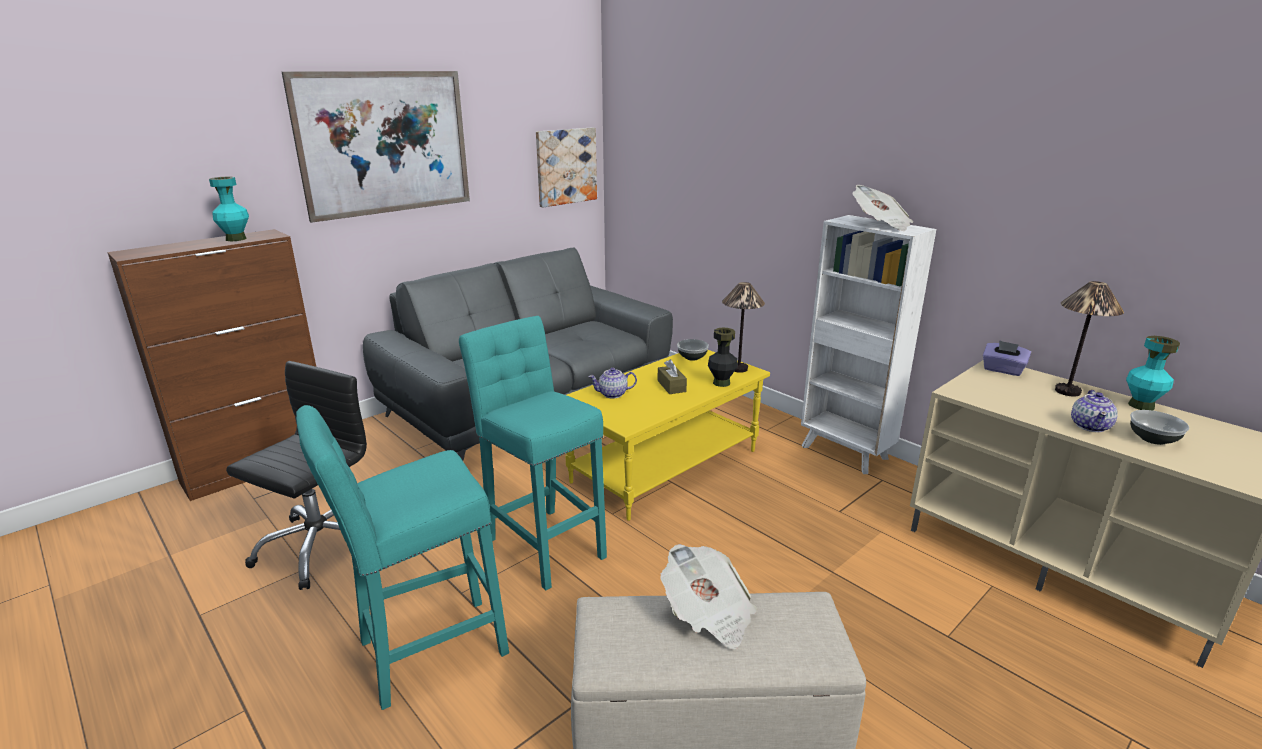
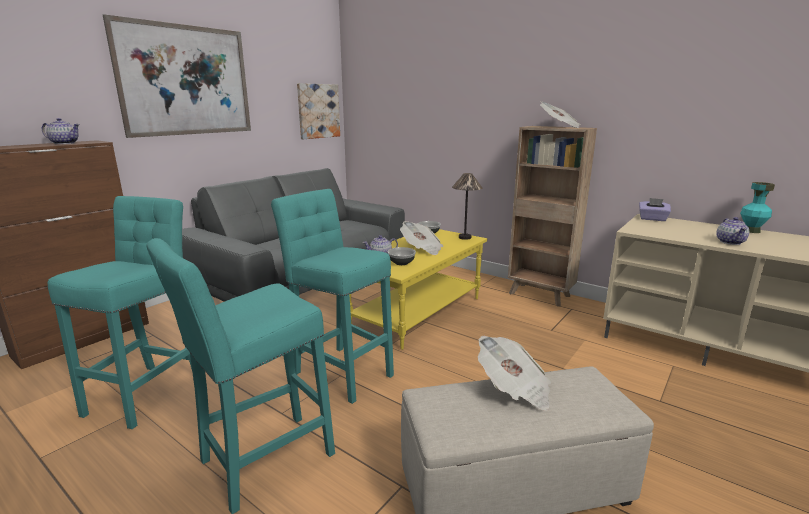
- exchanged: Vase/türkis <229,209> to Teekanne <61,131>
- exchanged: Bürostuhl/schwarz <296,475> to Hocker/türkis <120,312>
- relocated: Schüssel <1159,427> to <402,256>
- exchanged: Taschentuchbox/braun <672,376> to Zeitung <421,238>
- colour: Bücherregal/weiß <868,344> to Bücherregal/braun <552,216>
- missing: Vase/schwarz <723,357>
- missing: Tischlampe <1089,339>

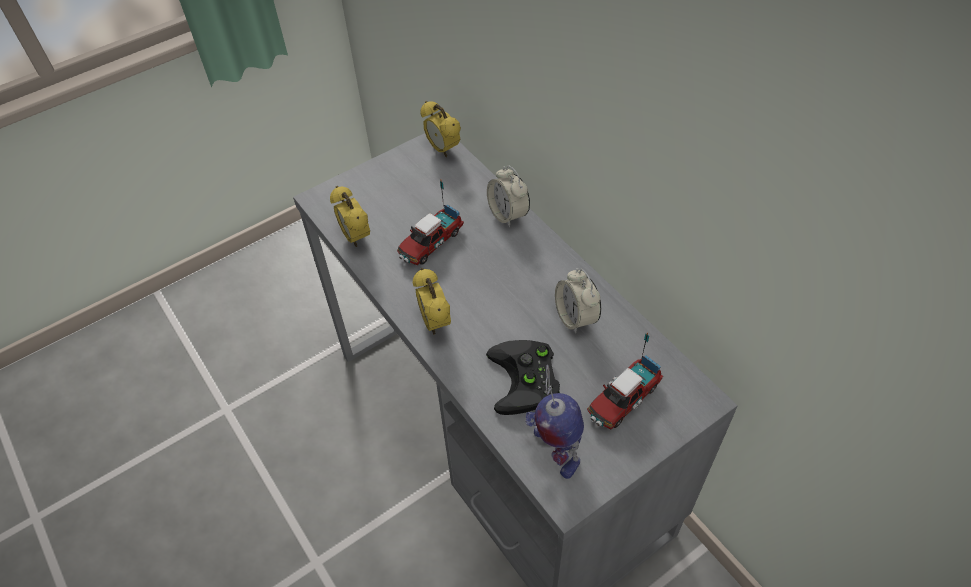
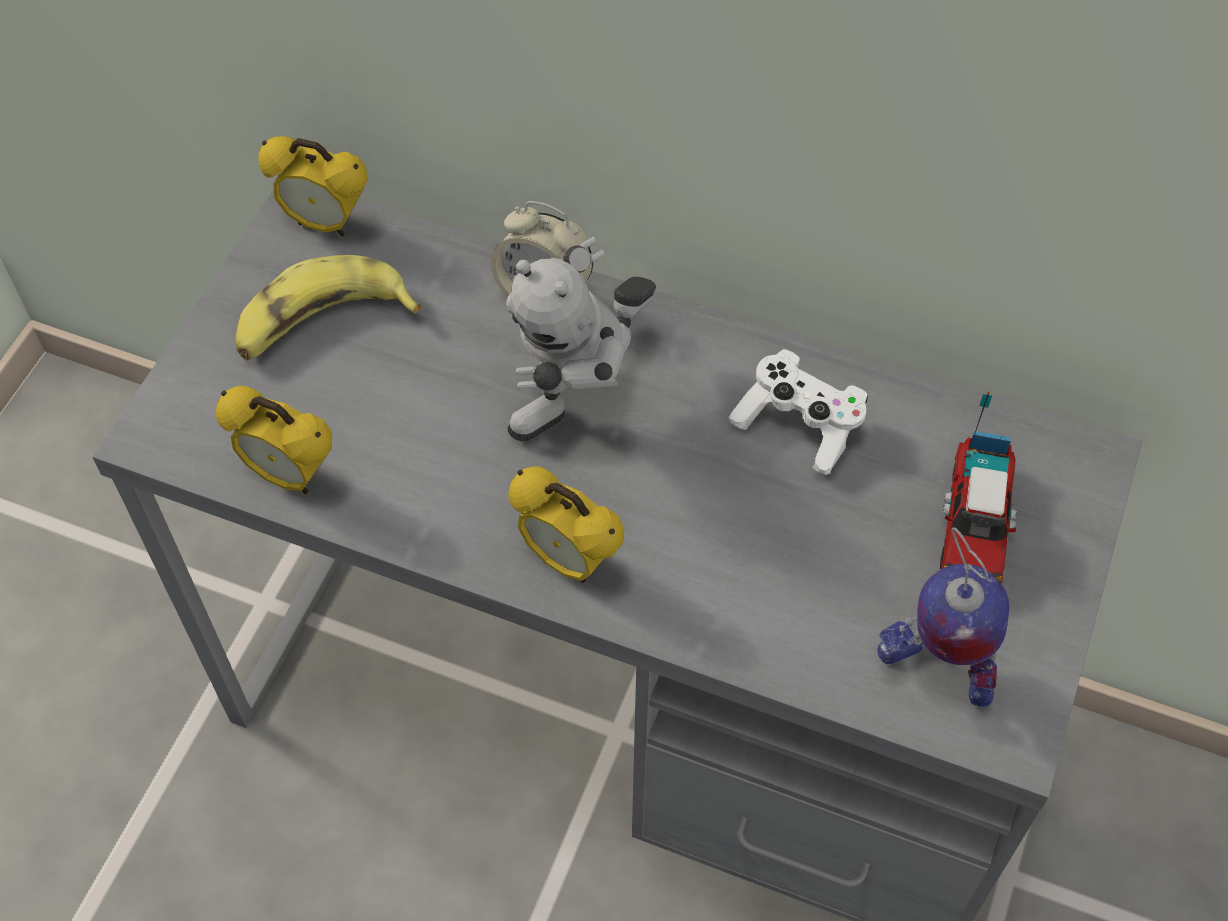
- appeared: Banane <328,308>
- appeared: Spielzeugroboter <581,339>
- exchanged: Wecker <578,301> to Gamepad/weiß <798,412>
- missing: Spielzeuglaster <430,222>
- missing: Gamepad/schwarz <523,377>

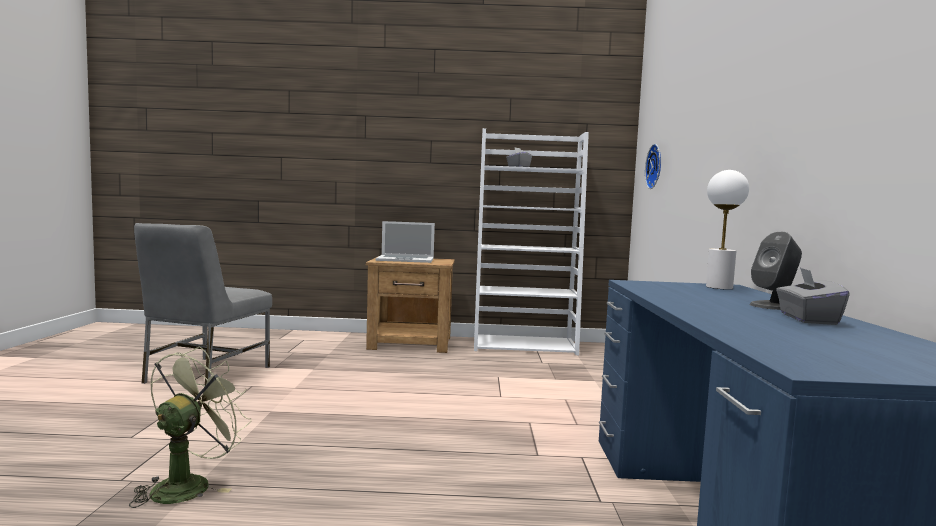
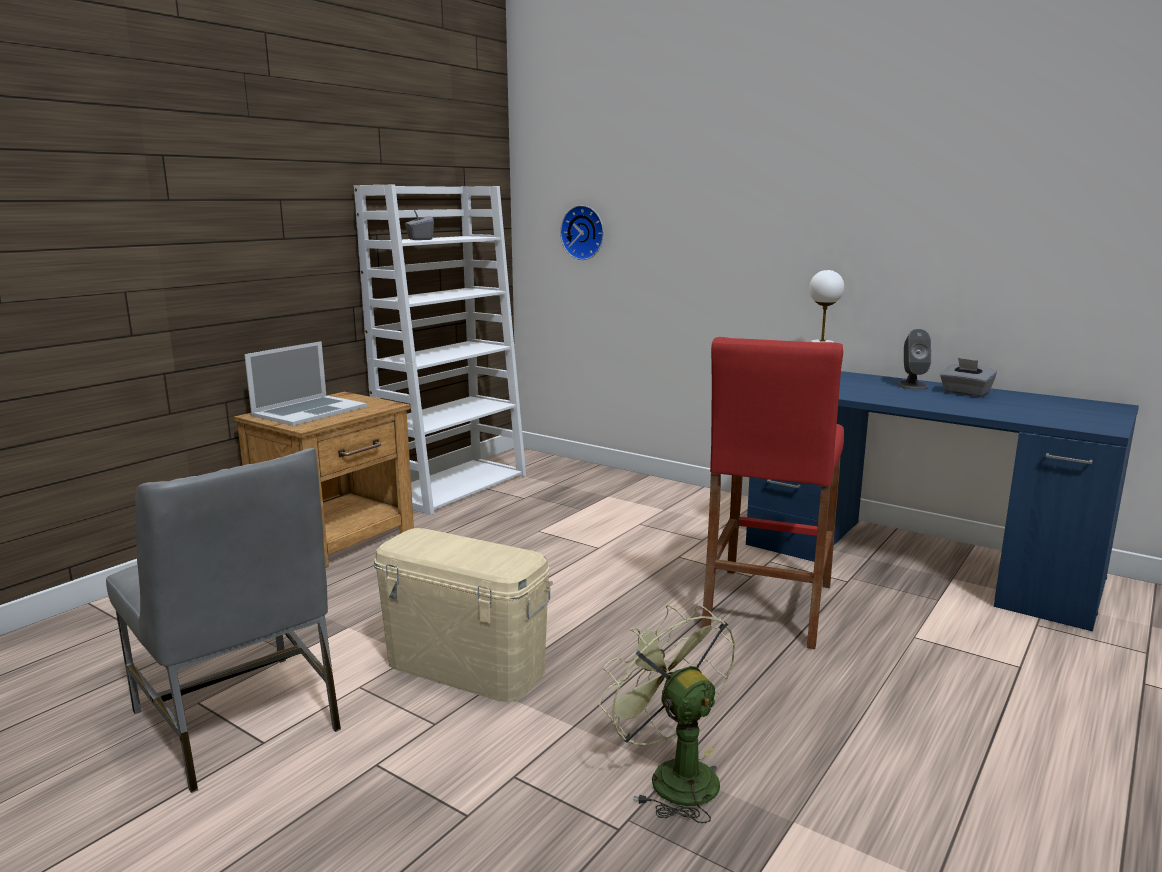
- appeared: Aufbewahrungsbox/beige <463,615>
- appeared: Hocker/rot <772,493>

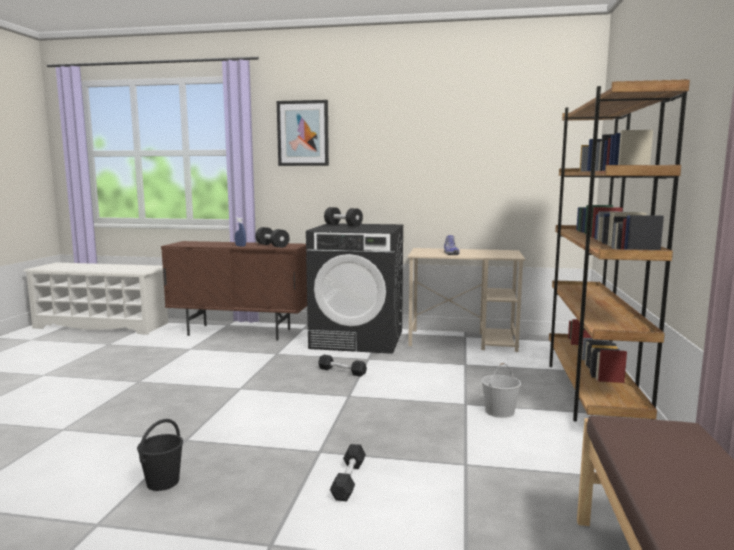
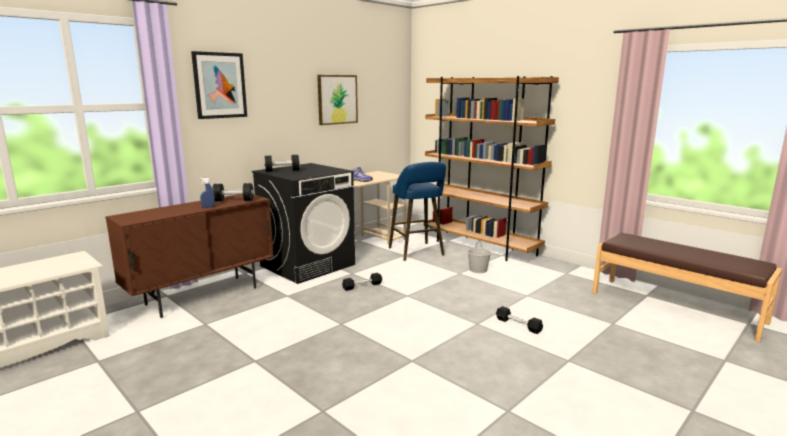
- appeared: Bild <337,100>
- appeared: Hocker/blau <417,211>
- missing: Eimer/schwarz <160,455>

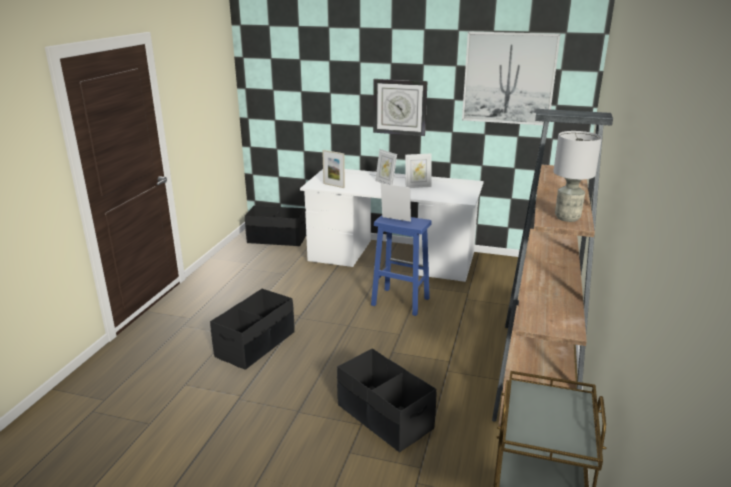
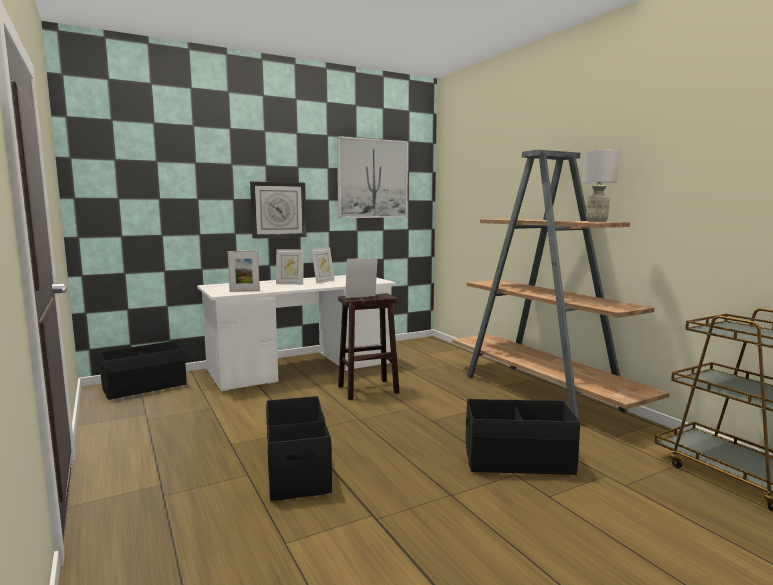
- colour: Hocker/blau <401,265> to Hocker/braun <369,346>

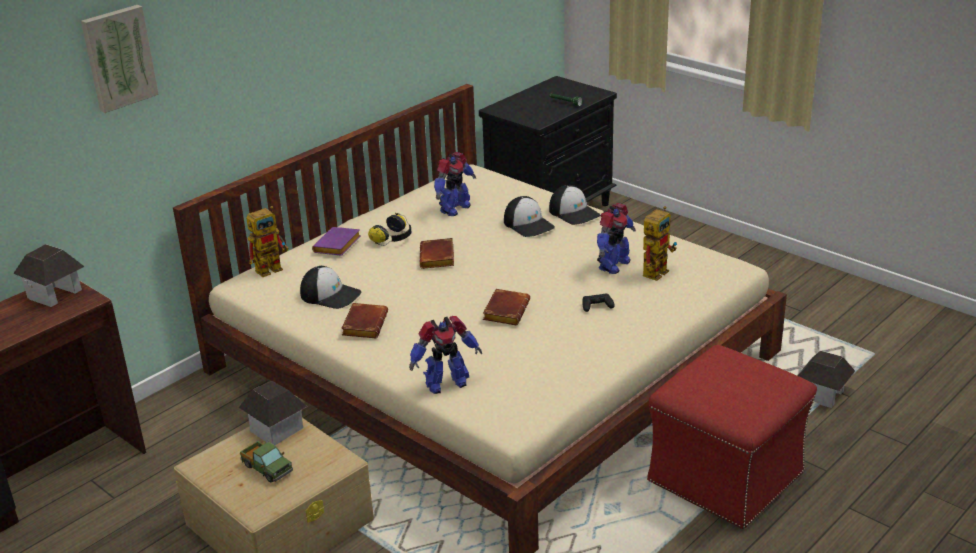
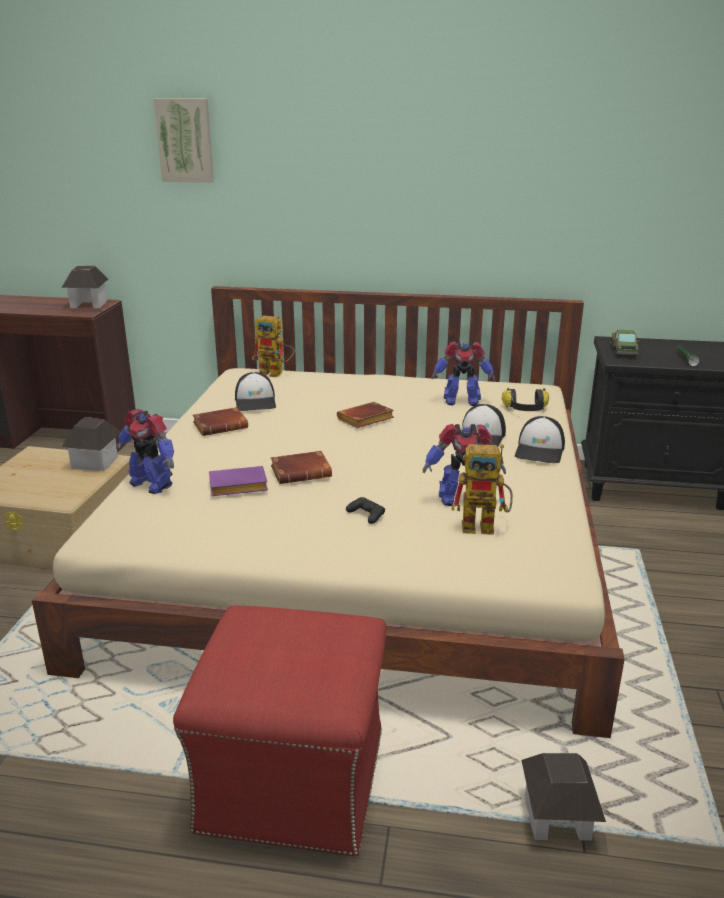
- relocated: Buch/lila <336,241> to <238,481>
- relocated: Kopfhörer <389,229> to <525,399>
- relocated: Spielzeuglaster <266,461> to <625,343>

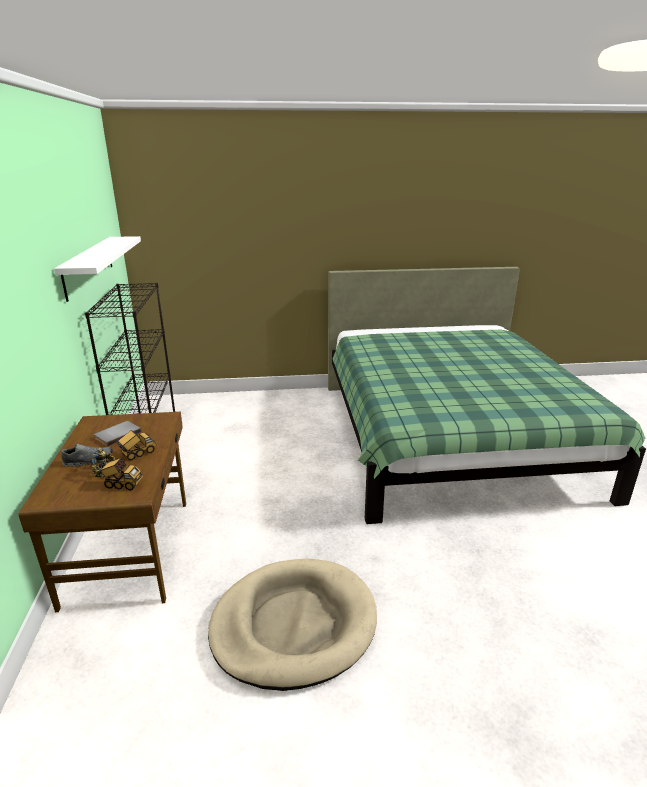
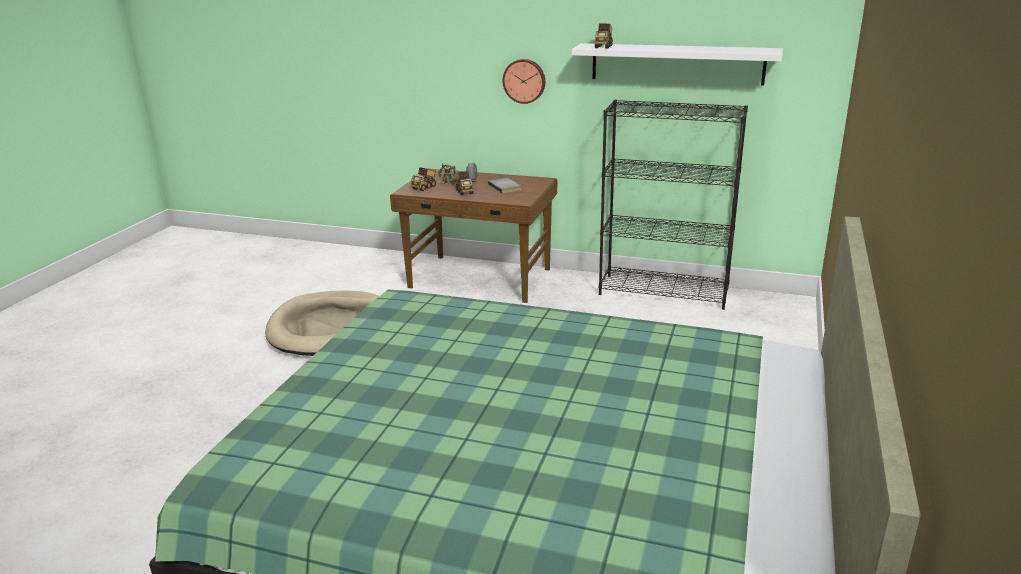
- appeared: Wanduhr <524,81>
- appeared: Spielzeuglaster <604,36>

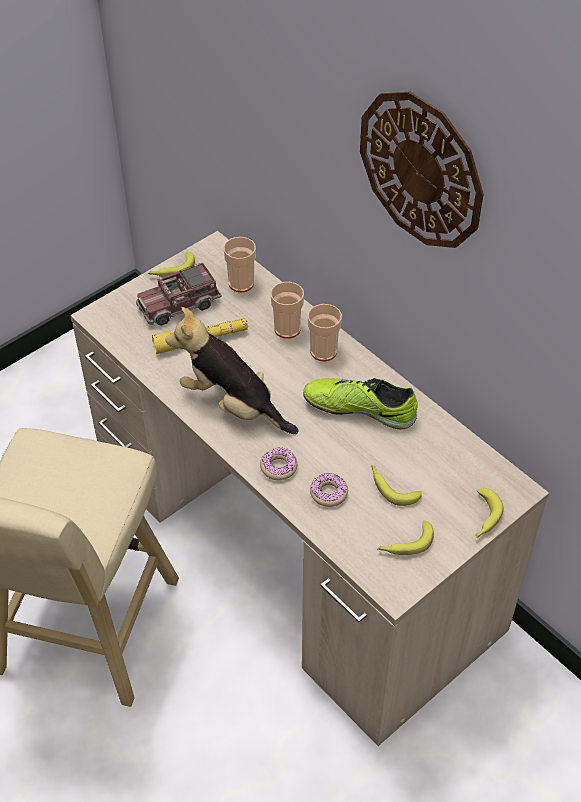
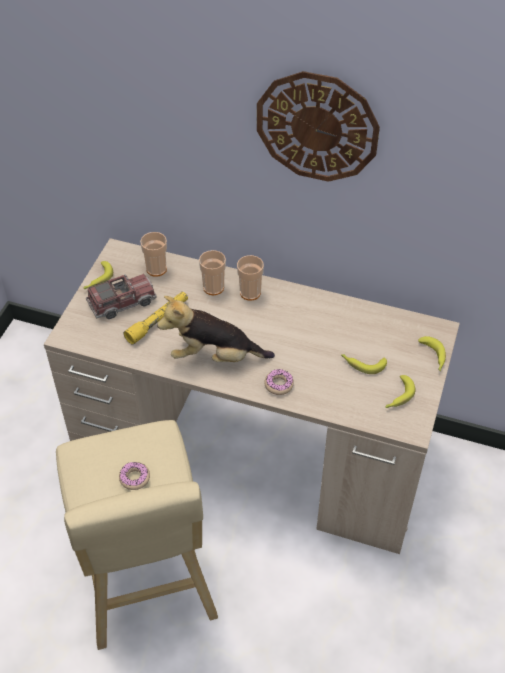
- spun: Spielzeuglaster <178,294> = <121,296> 150 degrees counterclockwise
- relocated: Donut <329,490> to <134,476>
- missing: Schuh <360,404>

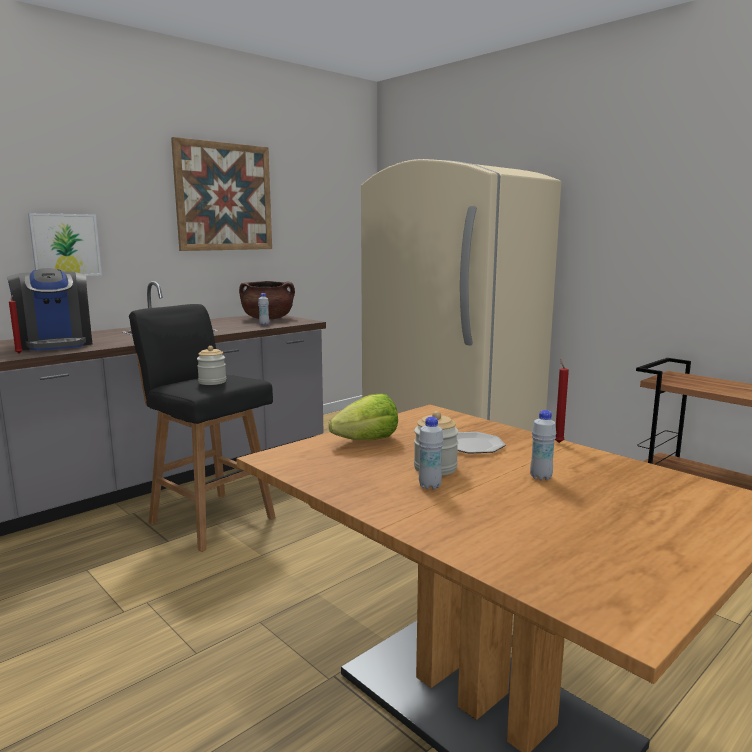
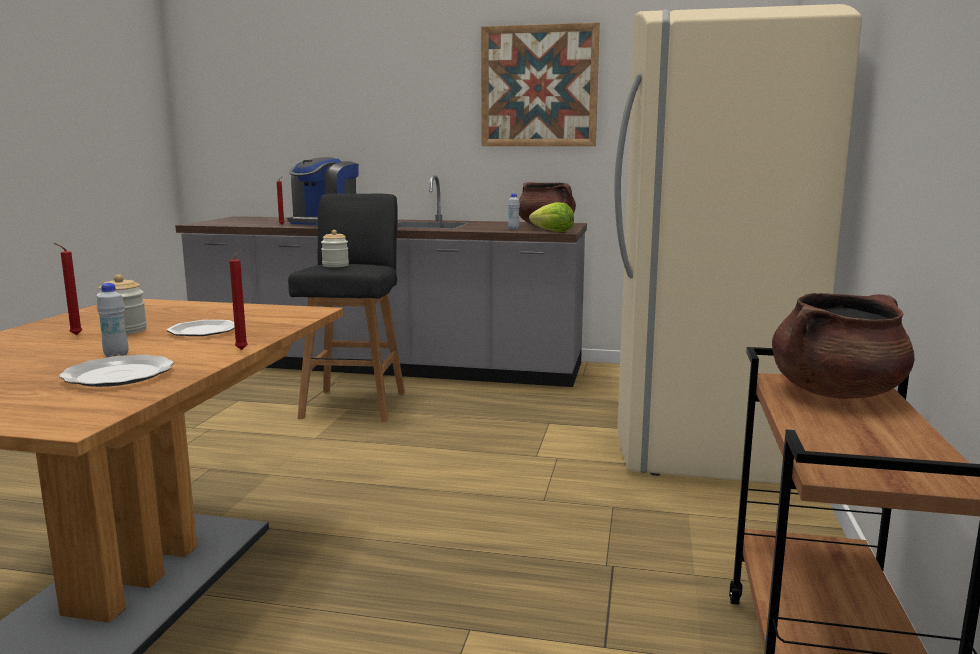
- exchanged: Flasche/weiß <431,453> to Kerze/rot <68,289>
- appeared: Teller <116,371>
- relocated: Salatkopf <363,416> to <551,217>
- appeared: Kochtopf/braun <843,346>
- missing: Bild <65,244>

